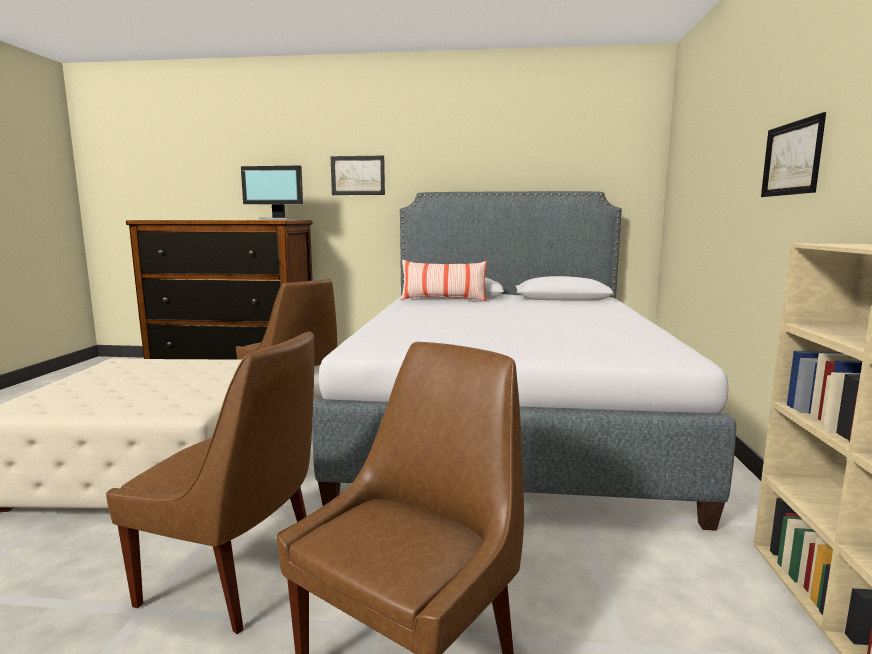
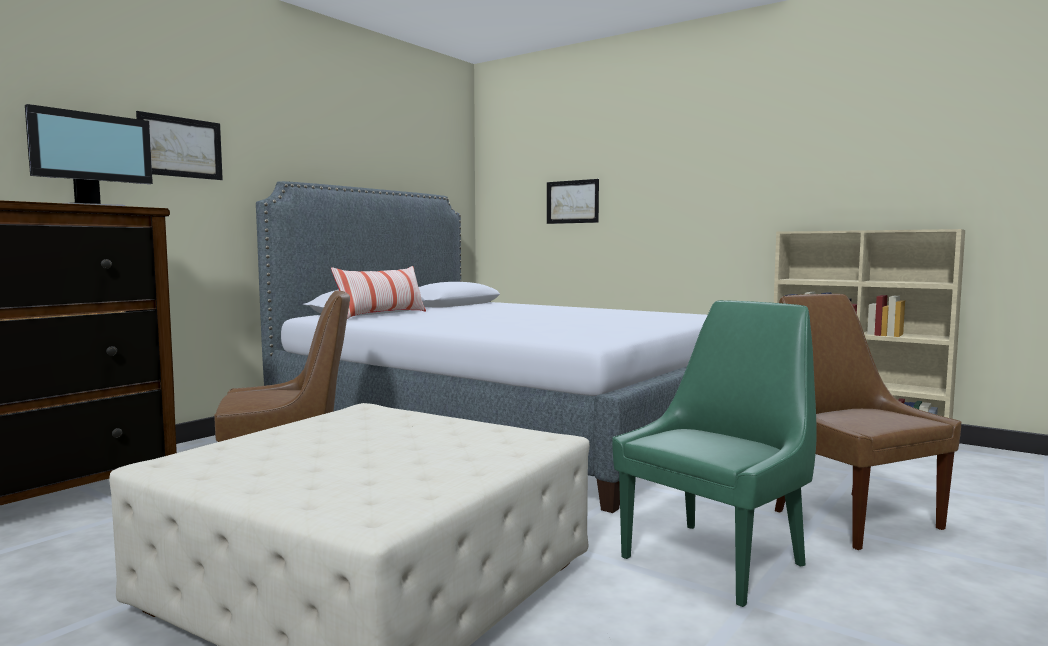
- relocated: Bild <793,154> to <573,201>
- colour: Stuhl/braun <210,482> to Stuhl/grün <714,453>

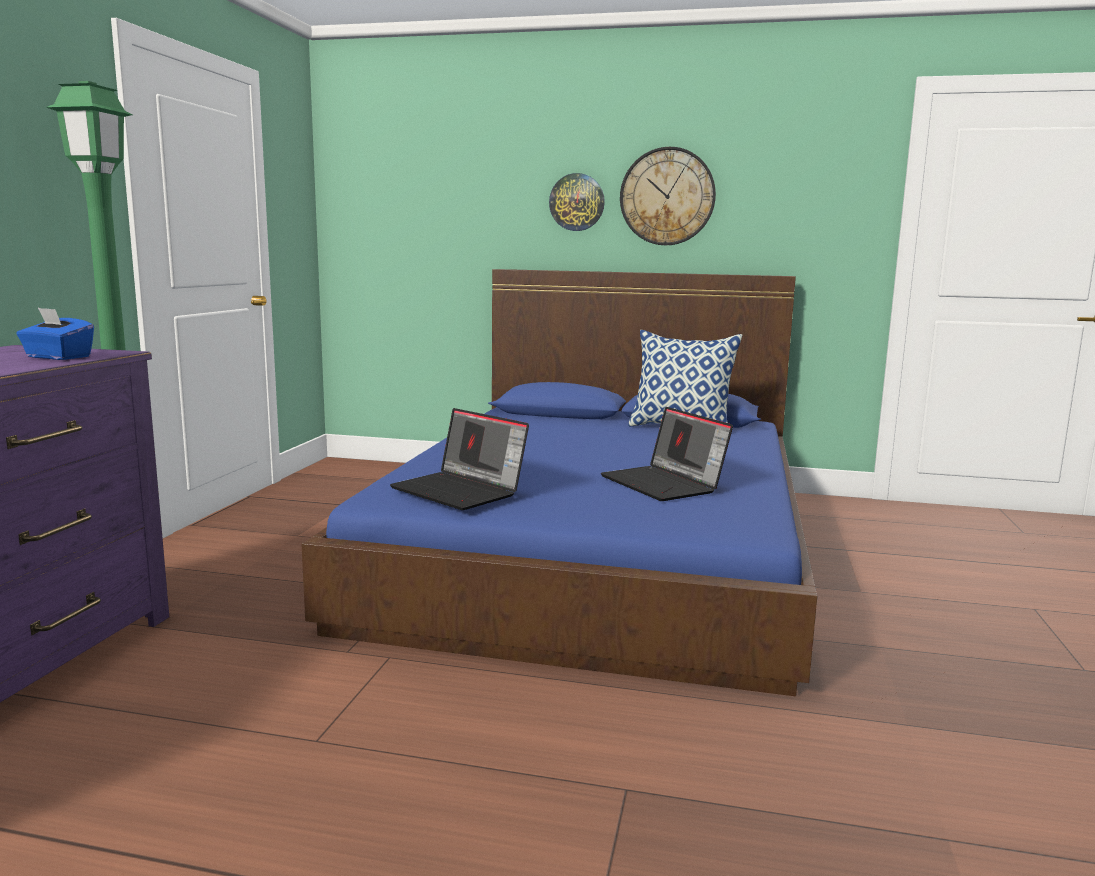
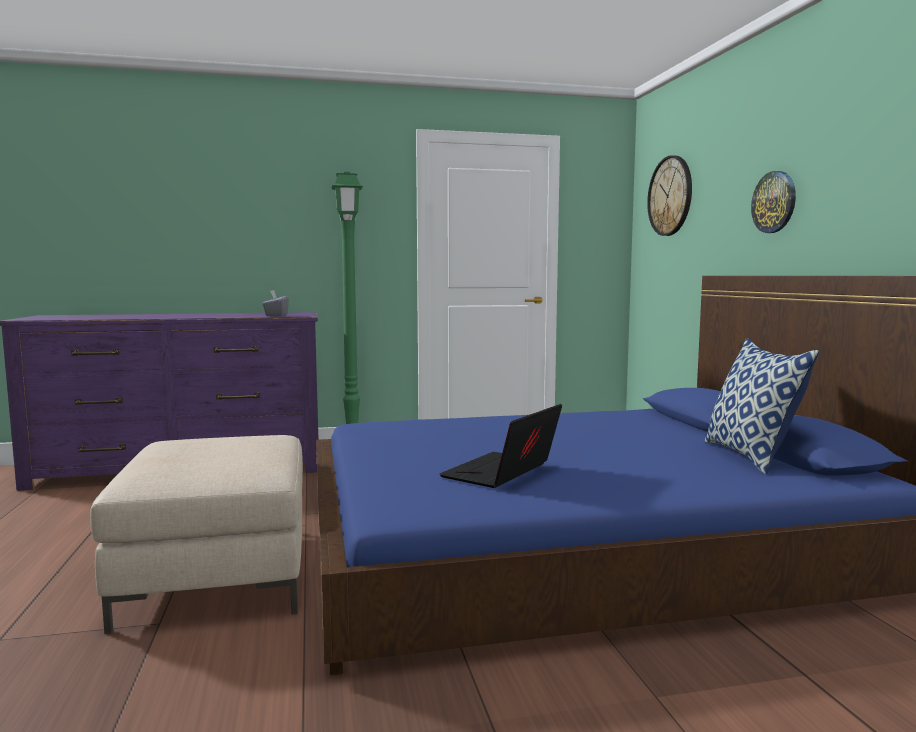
- appeared: Polsterhocker/beige <196,534>
- colour: Taschentuchbox/blau <55,333> to Taschentuchbox/grau <276,303>
- relocated: Wanduhr <668,196> to <669,195>
- missing: Laptop <459,459>

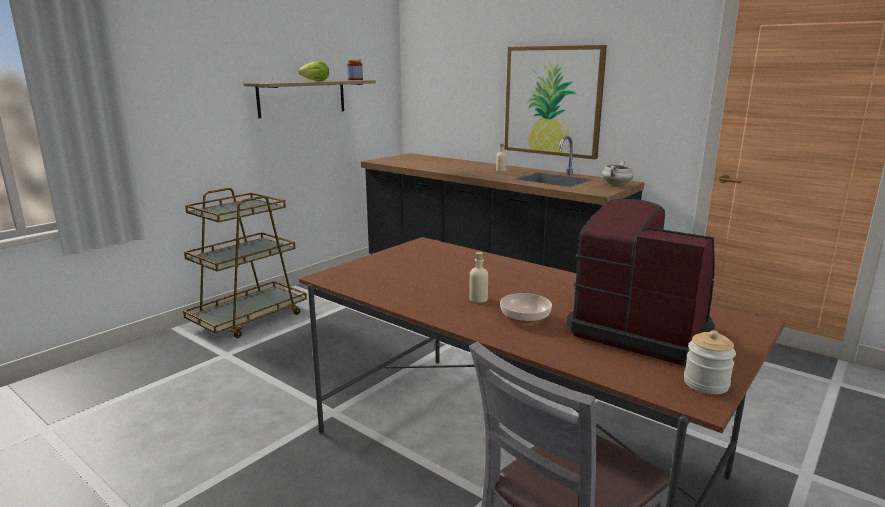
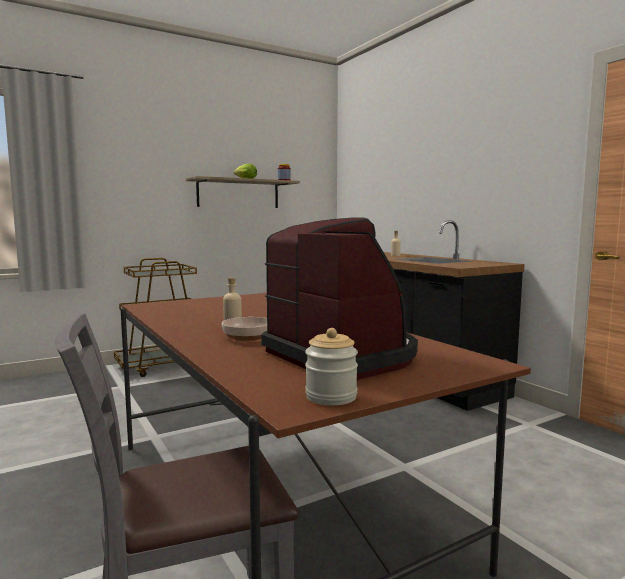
- missing: Bild <555,102>
- missing: Kochtopf/weiß <618,174>

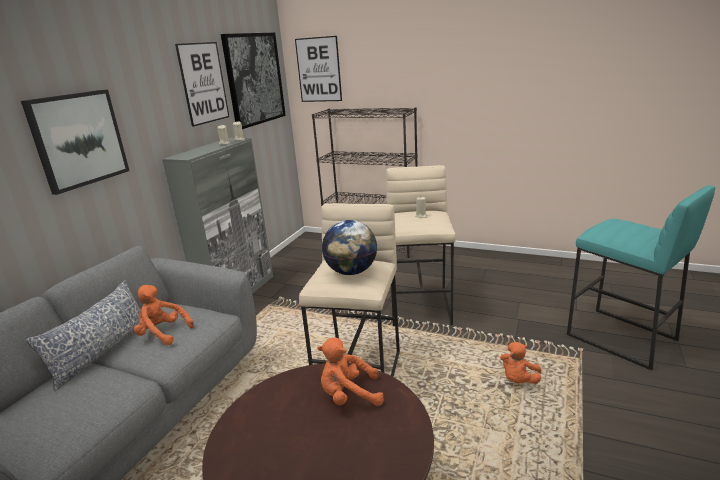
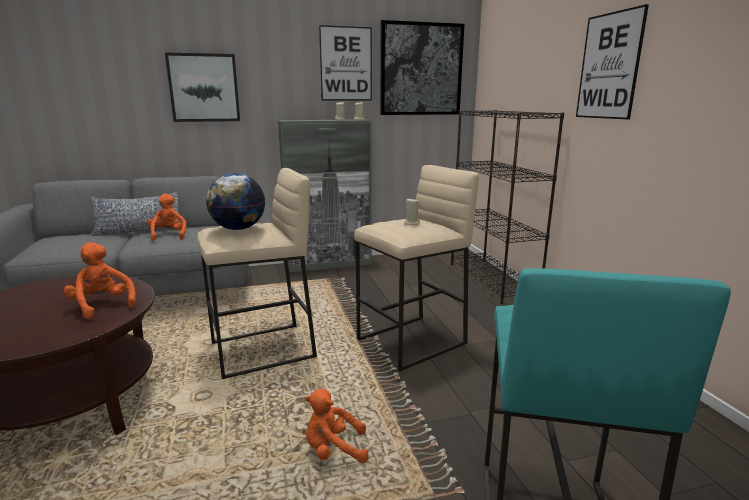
- relocated: Bild <318,69> to <612,62>

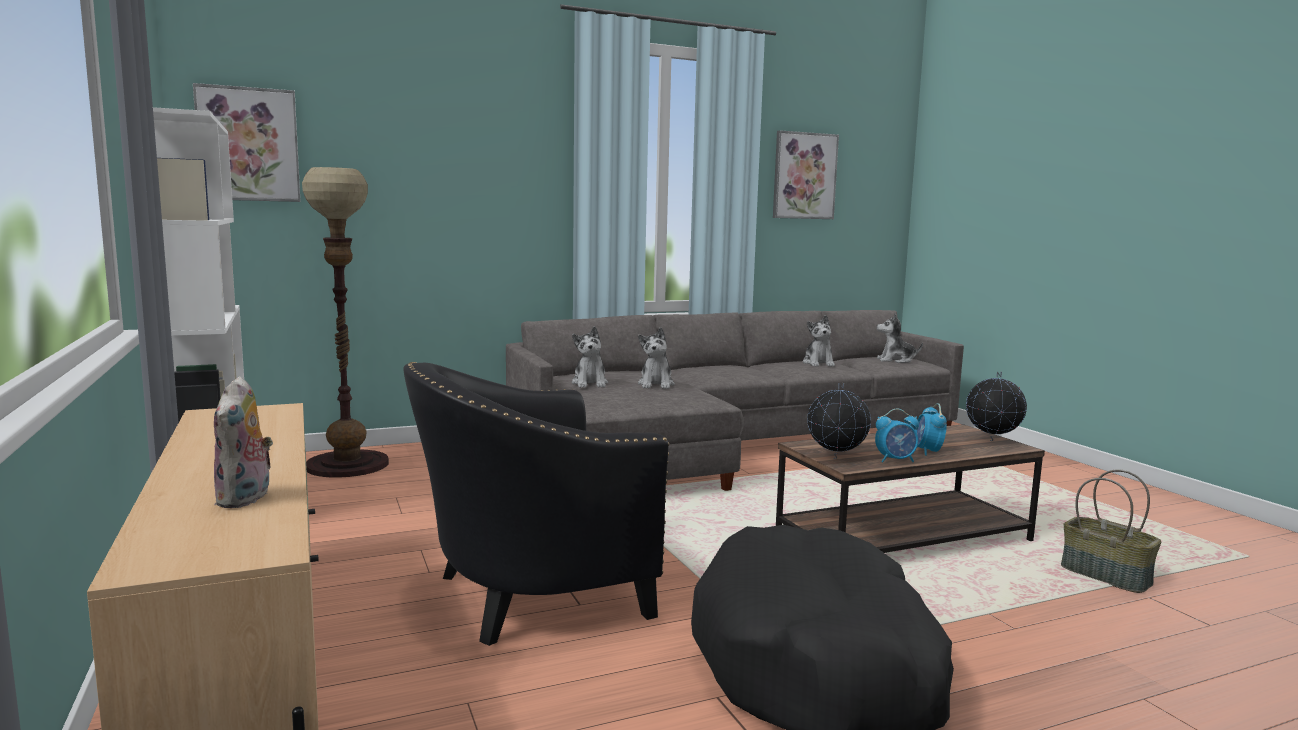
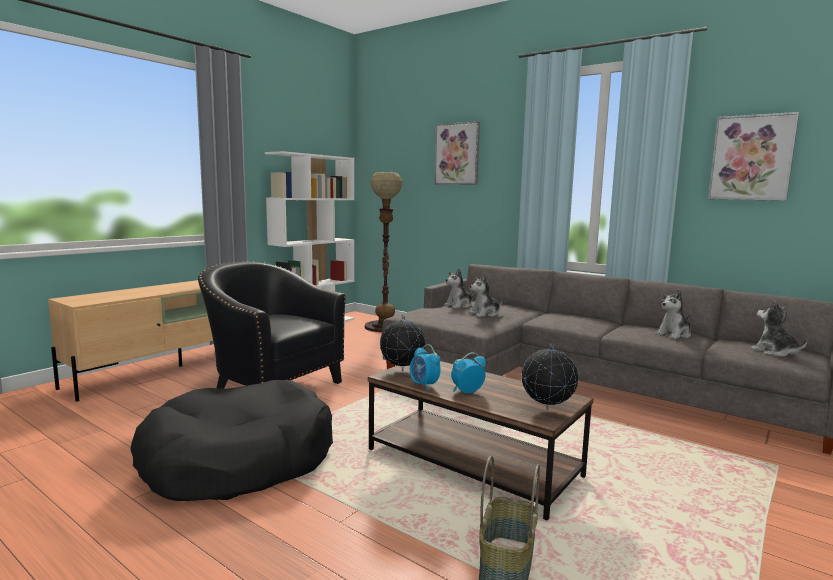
- relocated: Bild <247,142> to <457,153>
- missing: Plüschtier <243,442>

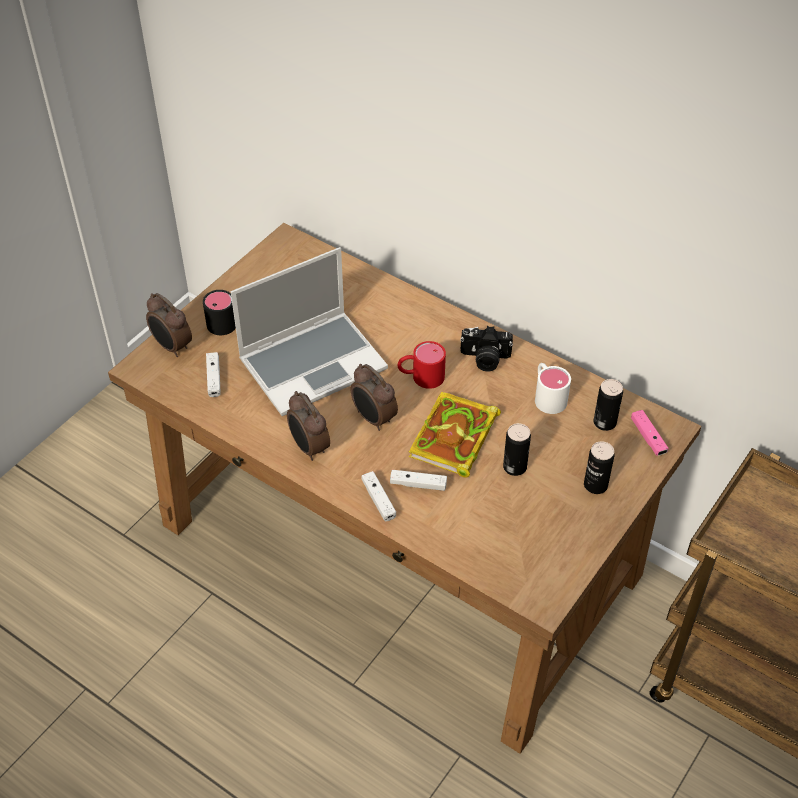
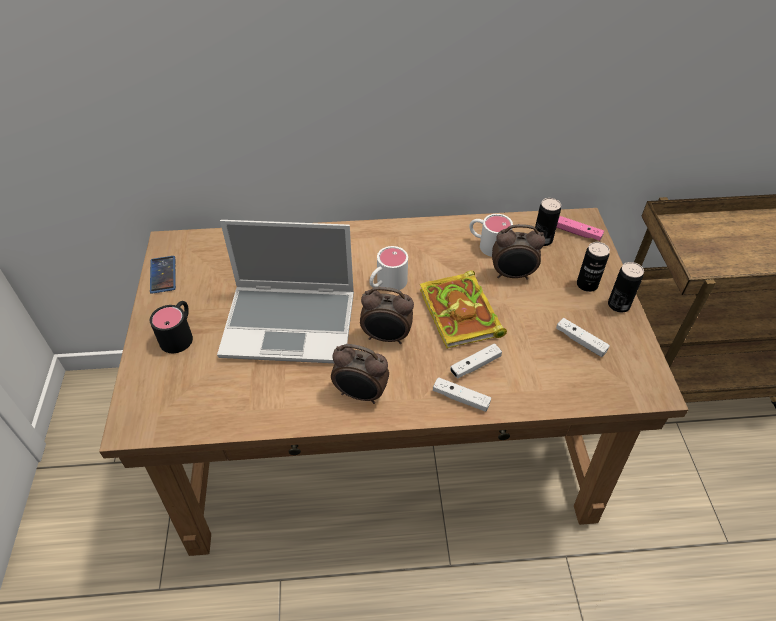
- appeared: Handy <163,275>
- spun: Laptop <309,331> = <285,291> 75 degrees clockwise
- colour: Henkelbecher/rot <422,365> to Henkelbecher/weiß <388,268>
- relocated: Wecker <169,325> to <518,252>
- relocated: Gamepad/weiß <213,374> to <583,337>
- relocated: Dose <517,449> to <626,287>
- missing: Kamera <486,349>

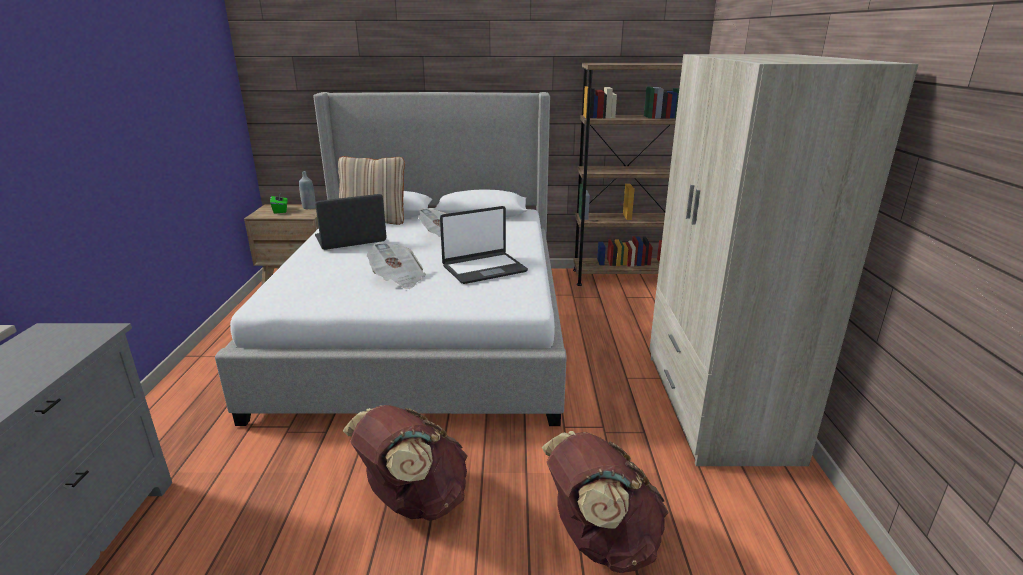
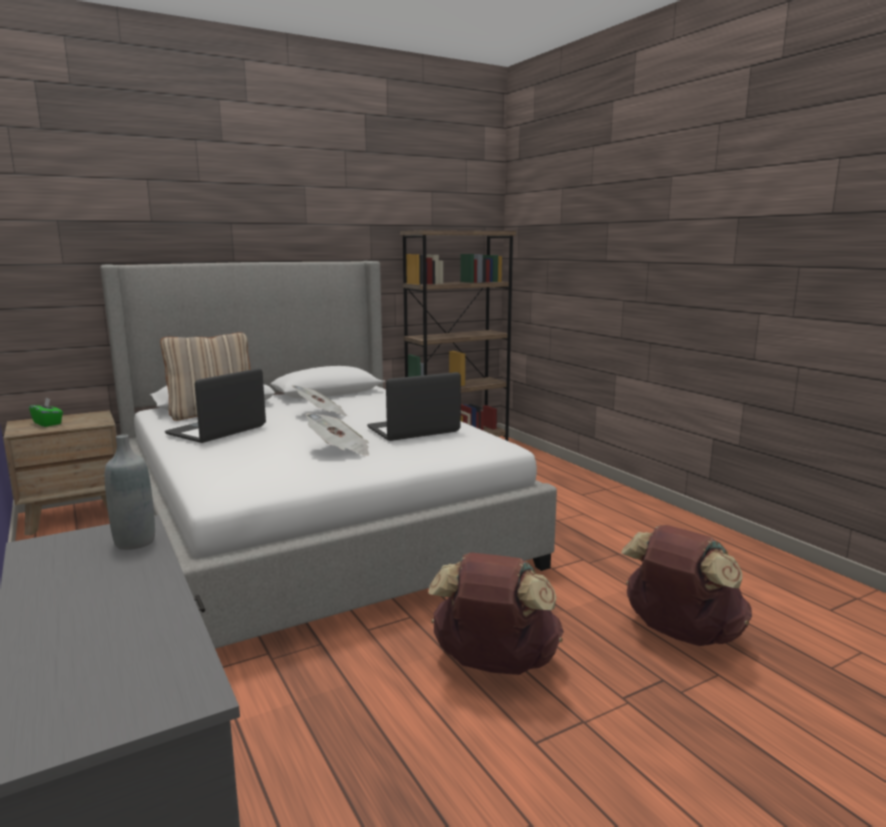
- relocated: Flasche/grau <307,190> to <130,492>
- spun: Laptop <484,245> = <414,406> 150 degrees counterclockwise
- missing: Kleiderschrank/beige <784,260>

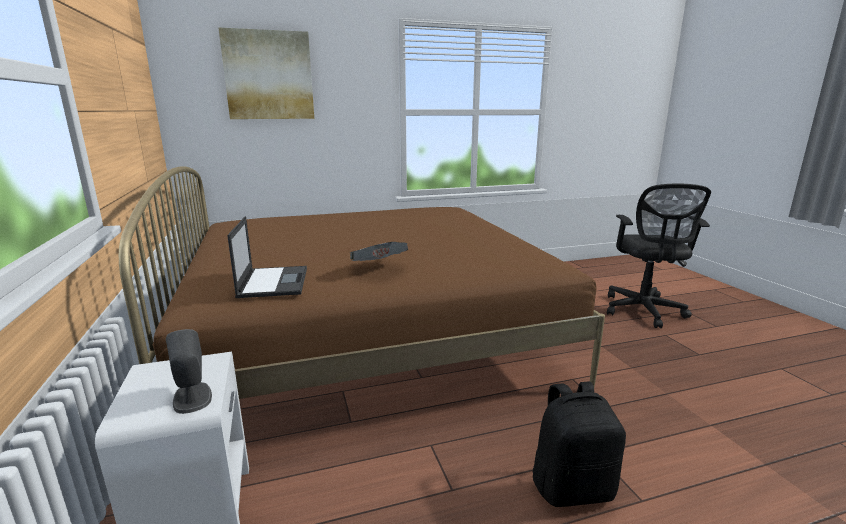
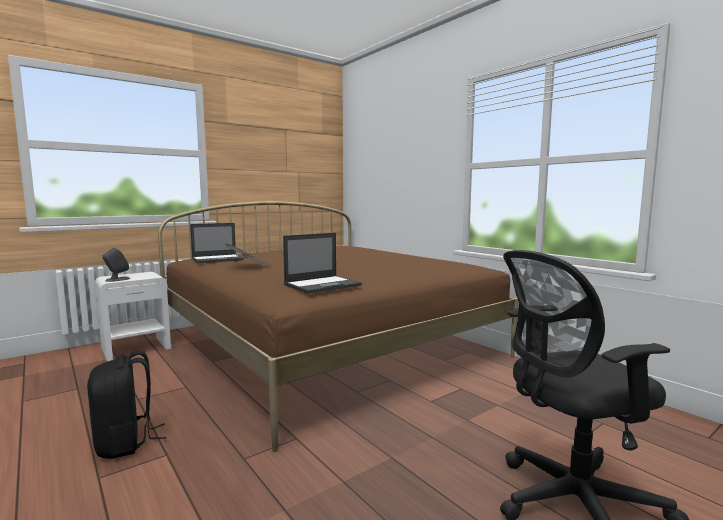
- appeared: Laptop <322,263>
- missing: Bild <266,73>

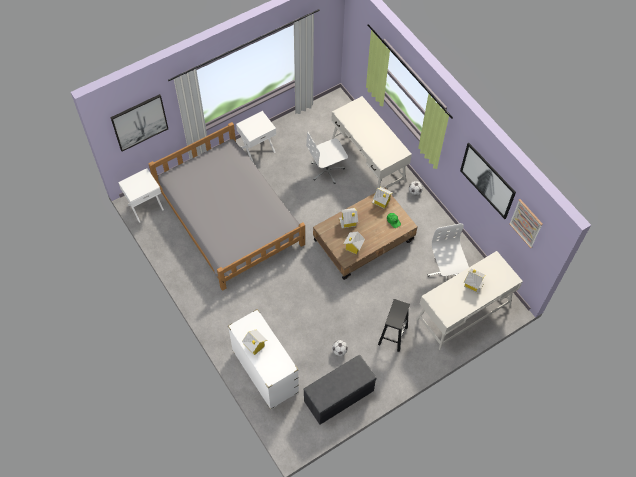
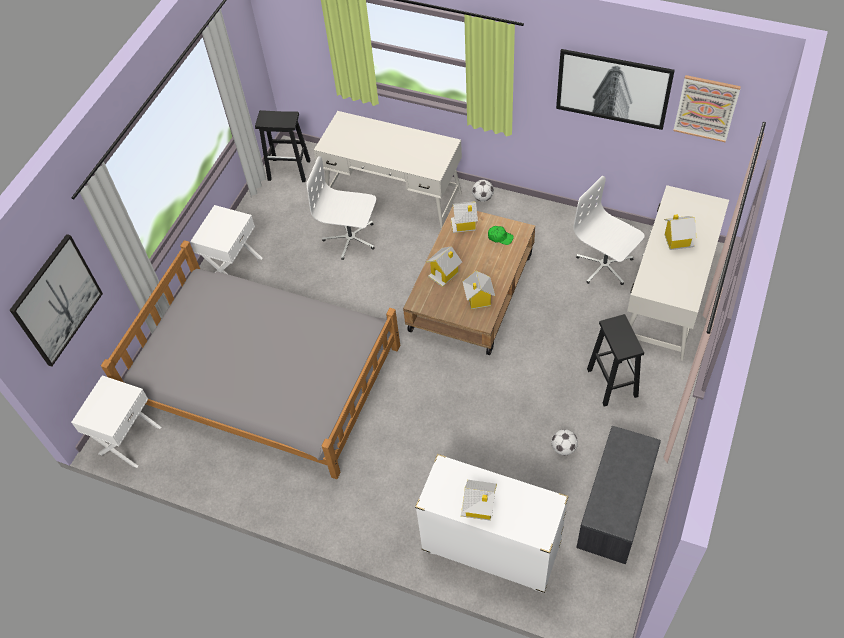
- appeared: Hocker/schwarz <283,146>
- spun: Bürostuhl/weiß <327,158> = <341,208> 75 degrees clockwise

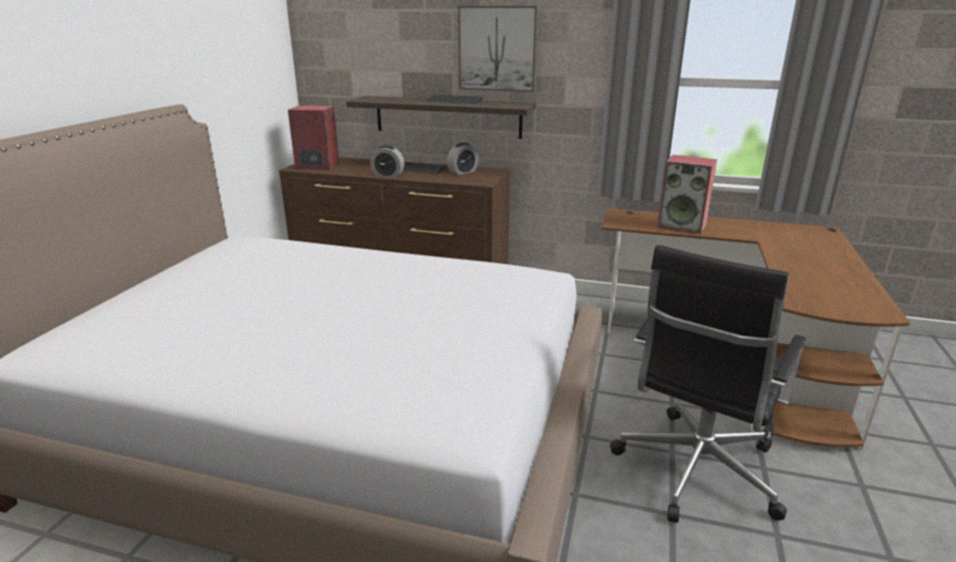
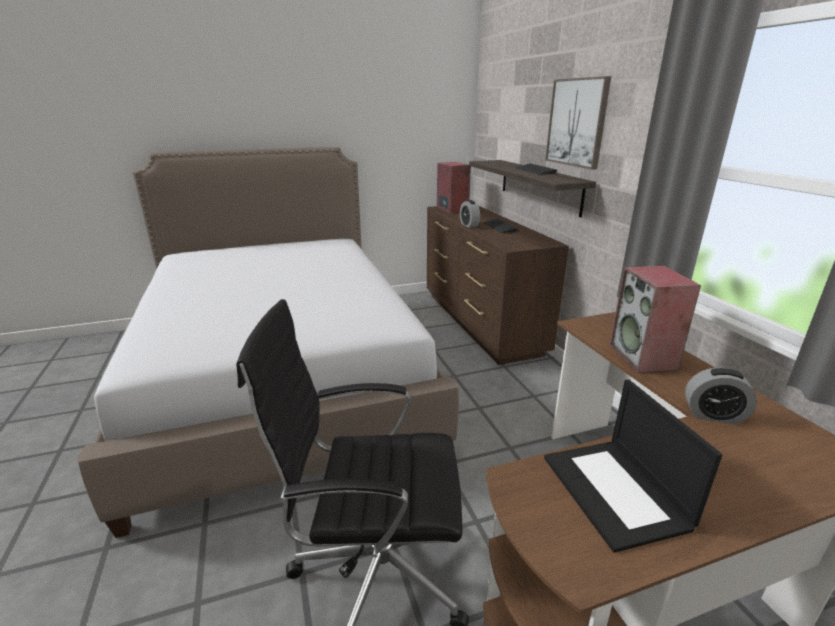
- appeared: Laptop <633,466>
- relocated: Wecker <463,159> to <721,396>

